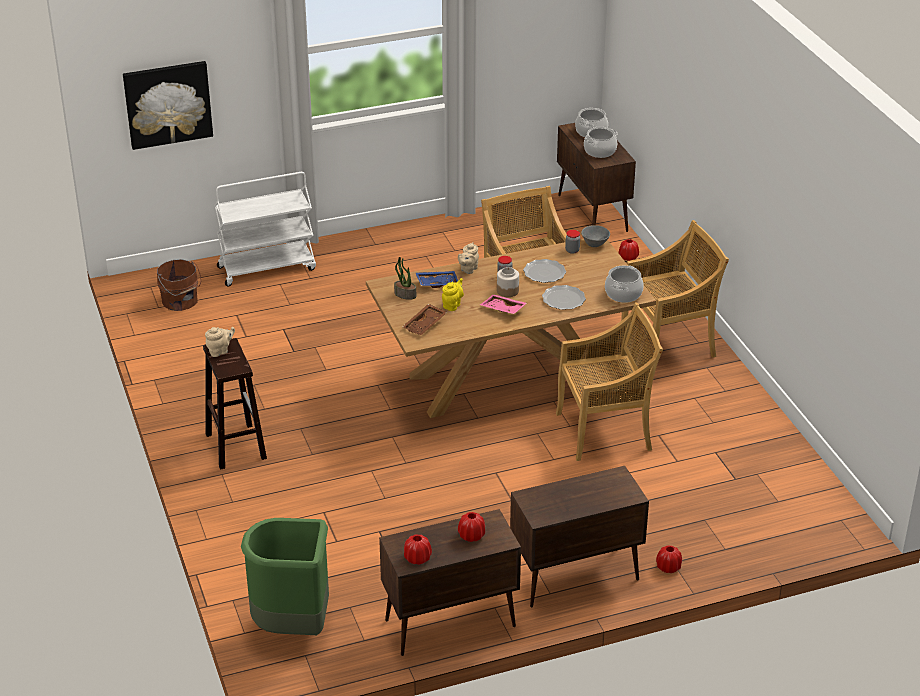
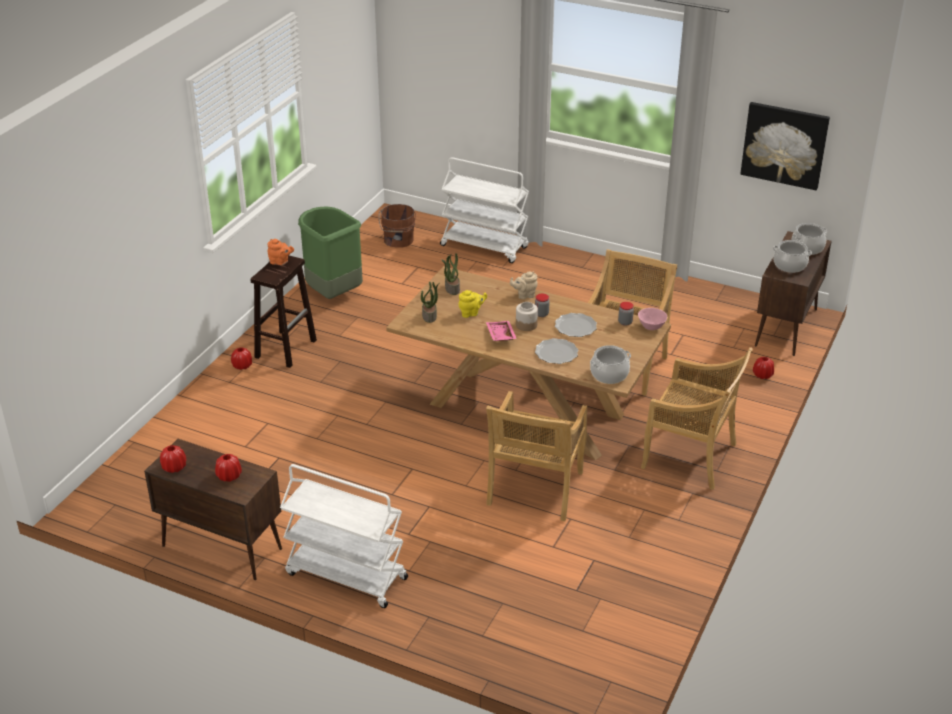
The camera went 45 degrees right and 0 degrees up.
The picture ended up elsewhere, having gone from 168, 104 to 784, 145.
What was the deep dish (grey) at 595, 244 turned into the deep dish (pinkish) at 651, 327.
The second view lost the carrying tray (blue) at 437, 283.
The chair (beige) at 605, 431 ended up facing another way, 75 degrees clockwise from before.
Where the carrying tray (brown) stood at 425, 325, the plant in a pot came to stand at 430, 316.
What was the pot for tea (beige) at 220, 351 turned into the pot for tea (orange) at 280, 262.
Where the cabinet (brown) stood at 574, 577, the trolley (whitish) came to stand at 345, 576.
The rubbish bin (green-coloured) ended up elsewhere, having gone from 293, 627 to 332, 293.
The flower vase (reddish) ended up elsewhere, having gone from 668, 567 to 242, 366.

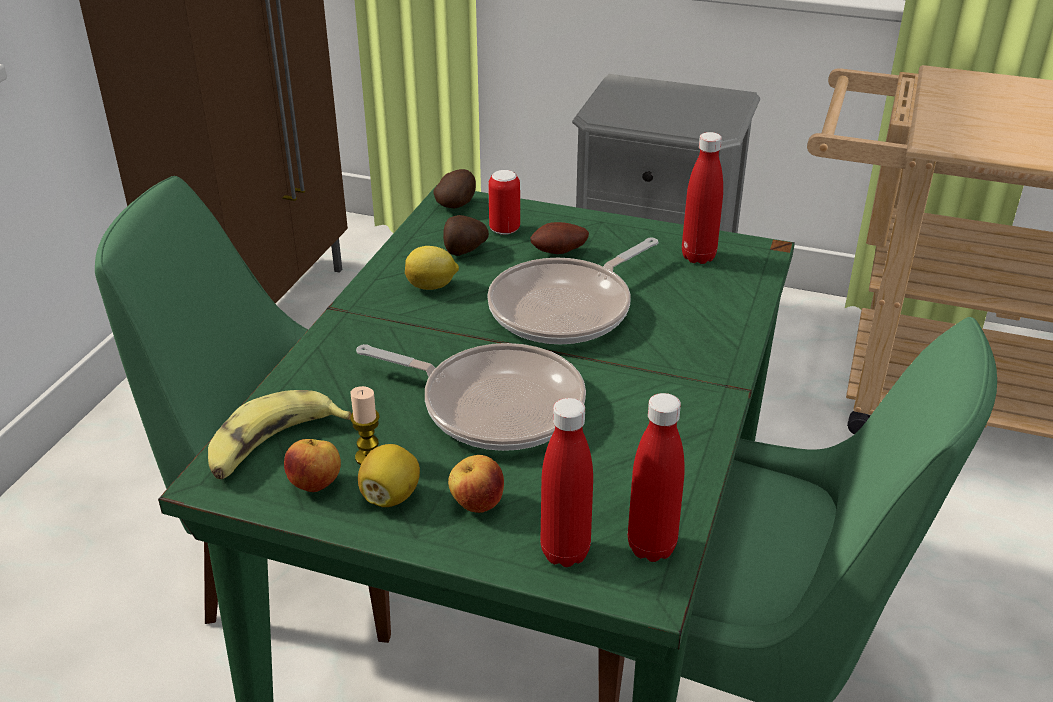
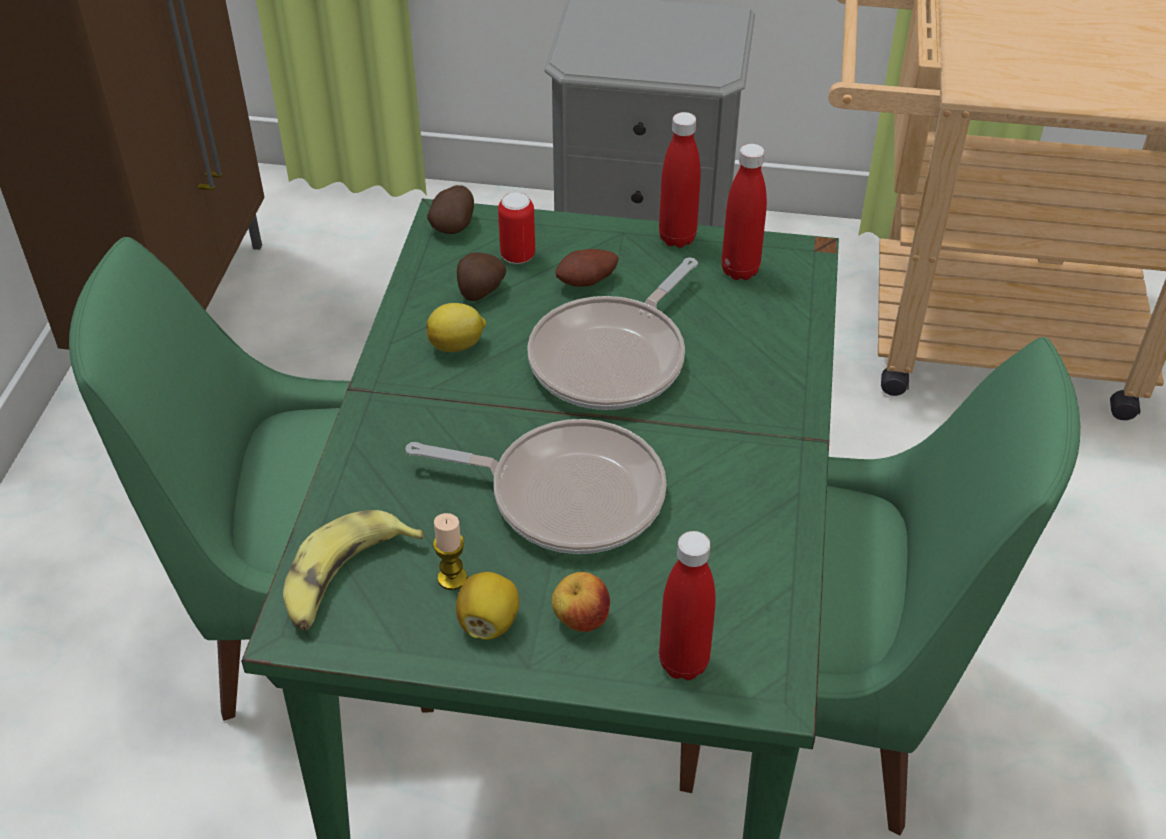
The camera went 10 degrees left and 10 degrees up.
The beverage bottle (reddish) ended up elsewhere, having gone from 651, 547 to 677, 238.
The second view lost the whole apple at 316, 484.

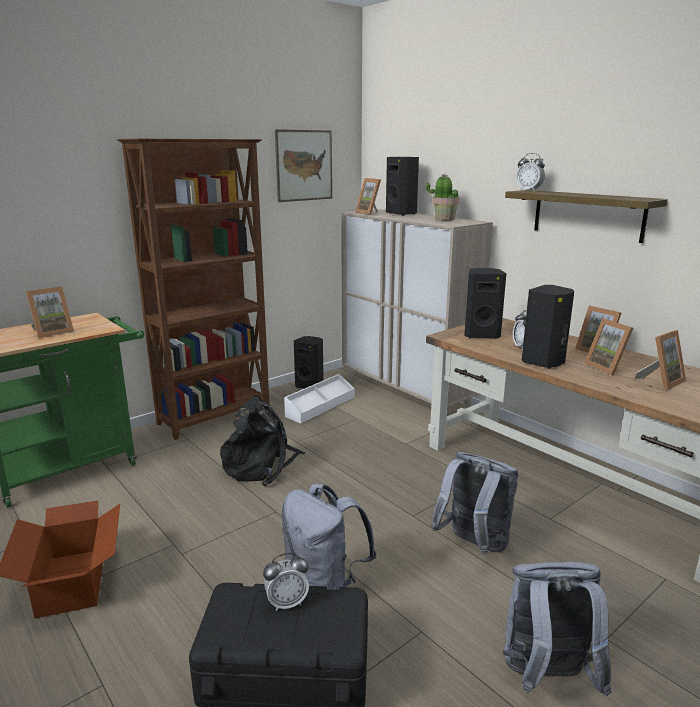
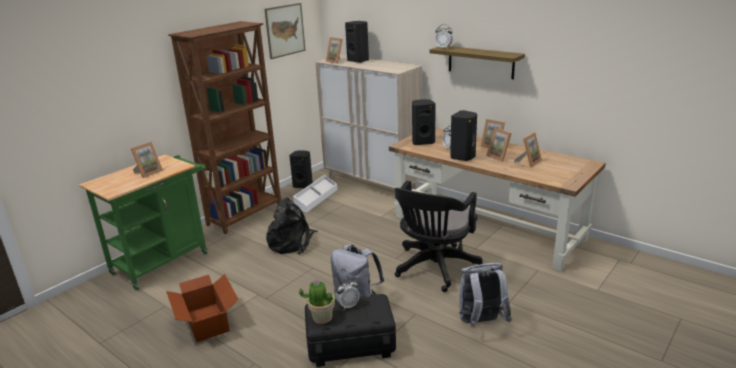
The camera went 10 degrees left and 5 degrees up.
The plant in a pot ended up elsewhere, having gone from 444, 219 to 322, 317.
Where the rucksack (grey) stood at 473, 545, the computer chair (blackish) came to stand at 434, 269.

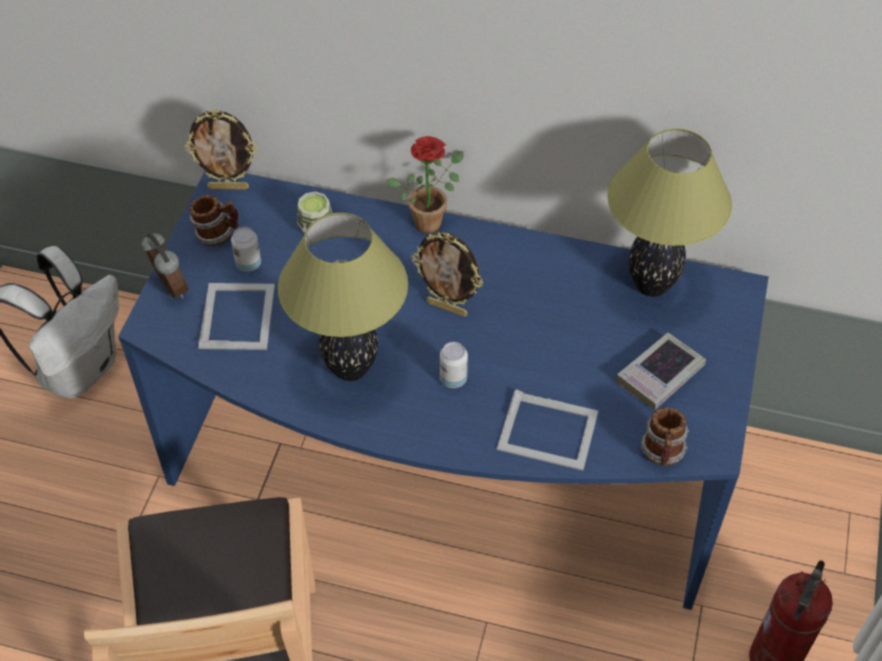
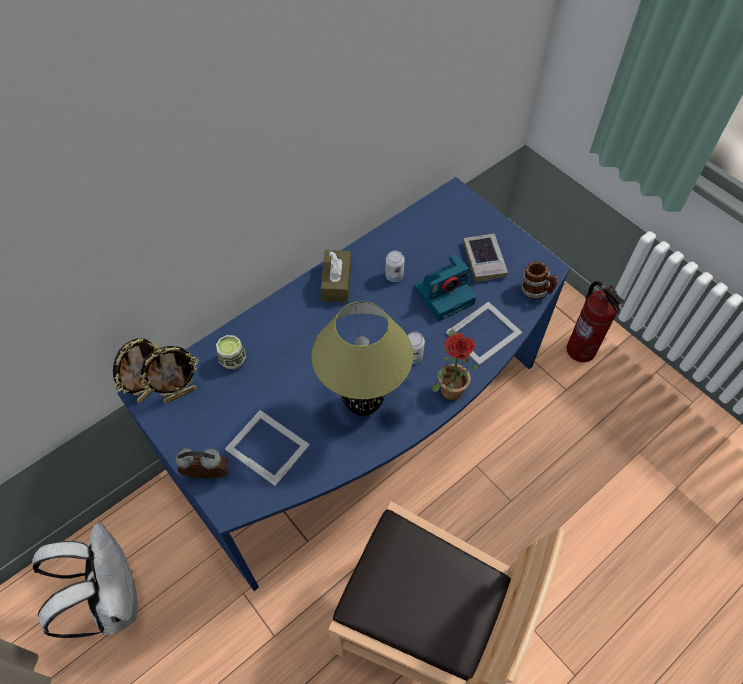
The camera went 55 degrees left and 5 degrees up.
The second view lost the lamp for a table at 652, 285.
The plant in a pot ended up elsewhere, having gone from 431, 219 to 449, 387.
The second view lost the tea mug at 218, 235.
The sealed can ended up elsewhere, having gone from 248, 264 to 394, 276.
The standing frame ended up elsewhere, having gone from 447, 308 to 180, 394.
The second view gained the tissue box (brown) at 336, 282.
The second view gained the photo camera at 445, 294.

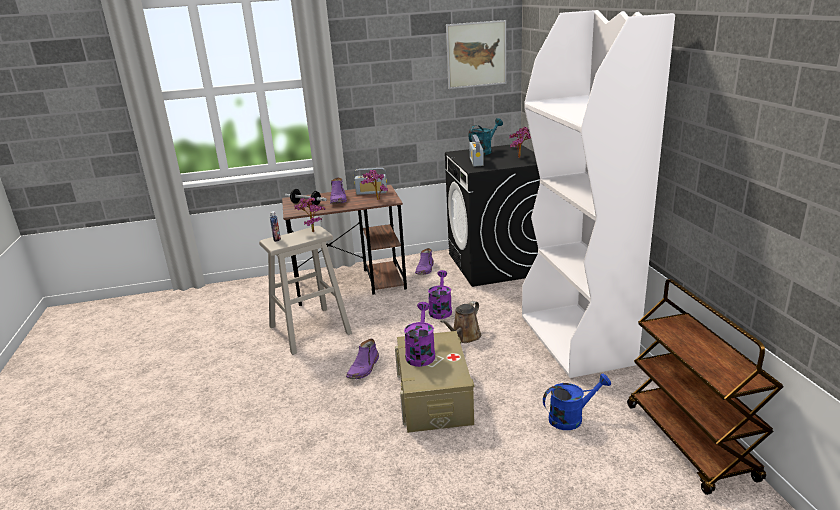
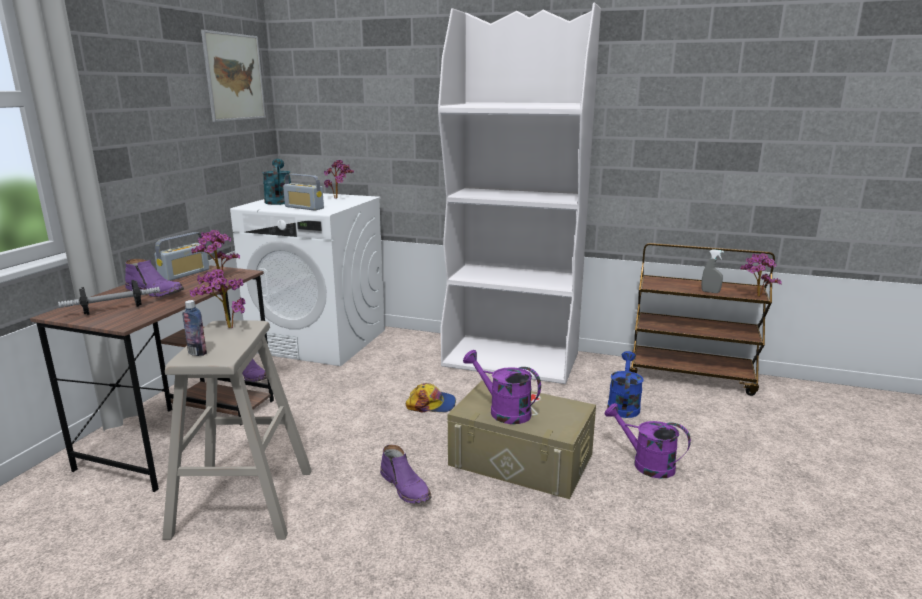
The camera went 60 degrees left and 5 degrees down.
What was the laundry machine (blackish) at 495, 264 turned into the laundry machine (whitish) at 320, 340.
The watering can (purplish) ended up elsewhere, having gone from 440, 310 to 646, 464.
Where the watering can (brown) stood at 464, 337, the peaked cap came to stand at 431, 404.
The second view gained the sprayer (grey) at 710, 292.
The second view gained the plant in a pot at 755, 296.

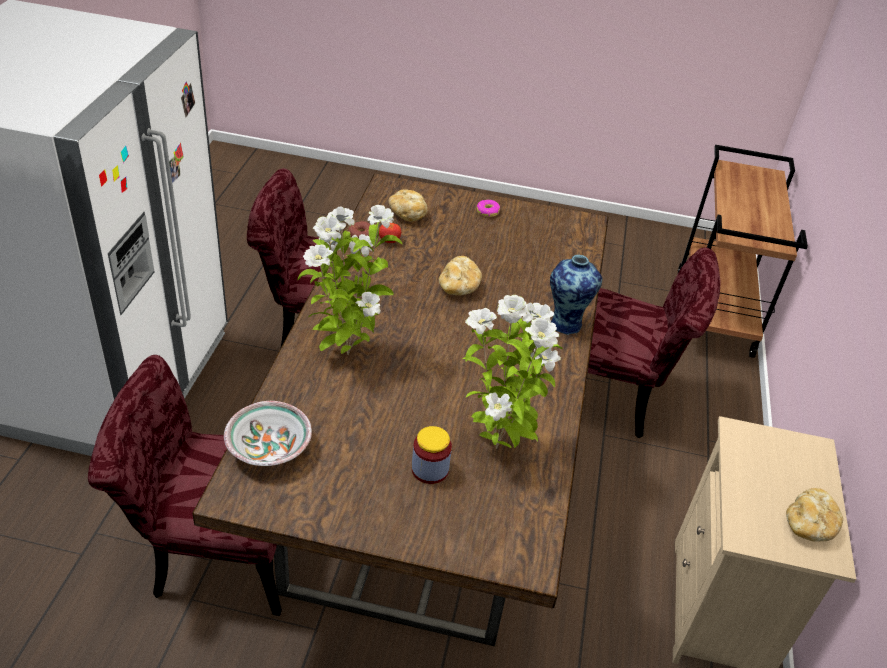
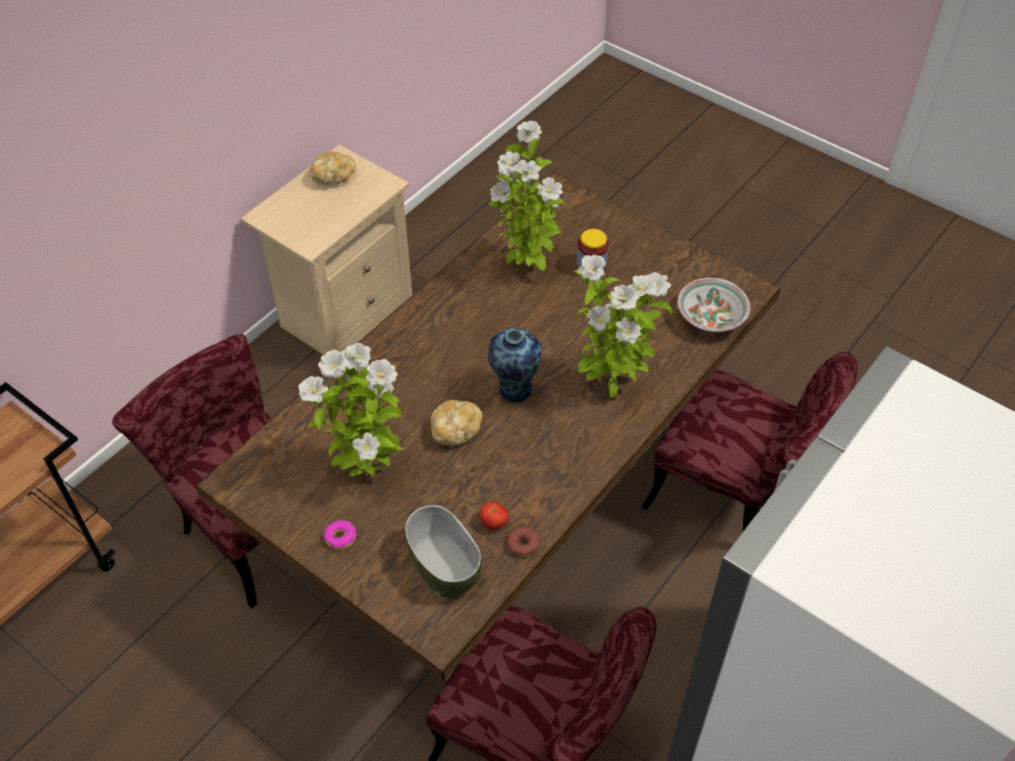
The camera went 150 degrees left and 10 degrees up.
Where the bakery bread stood at 407, 213, the deep dish came to stand at 444, 566.
The flower vase ended up elsewhere, having gone from 566, 323 to 514, 391.
The second view gained the plant in a pot at 367, 473.

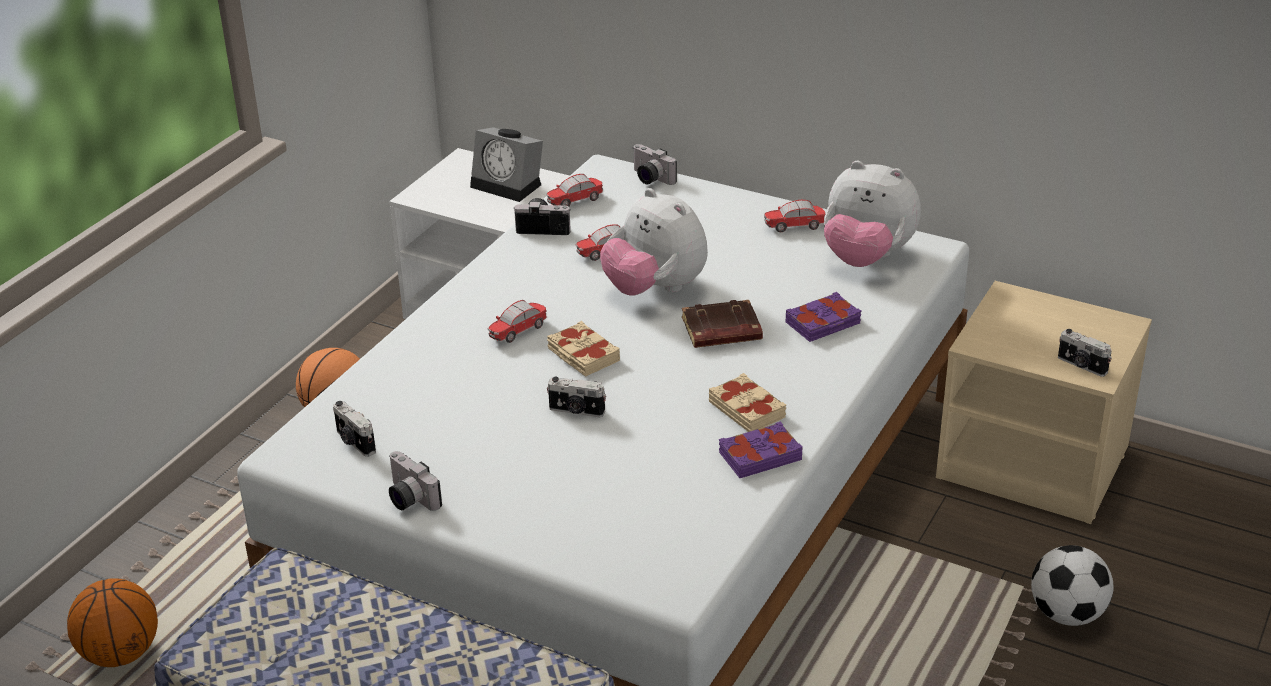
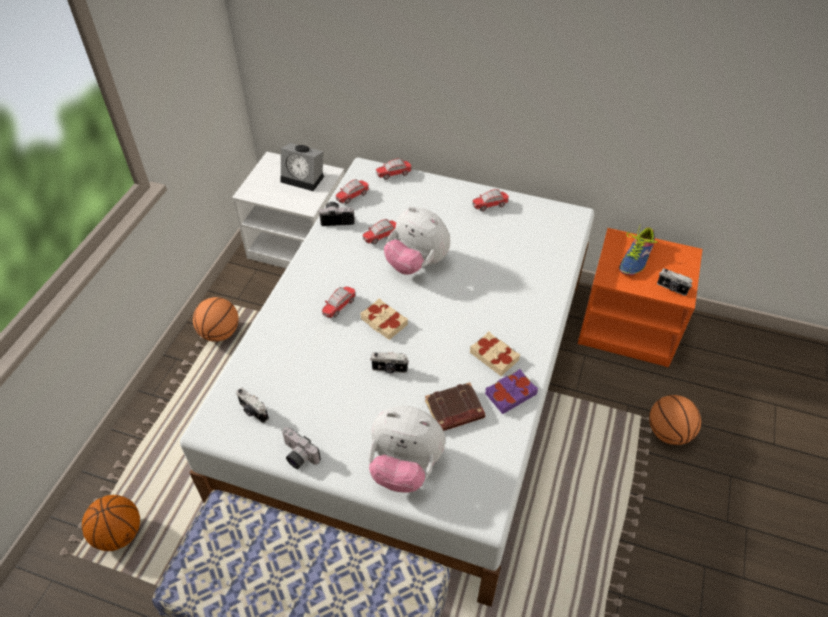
The camera went 10 degrees left and 15 degrees up.
Where the photo camera stood at 649, 178, the model car came to stand at 394, 174.
The soft toy ended up elsewhere, having gone from 866, 258 to 405, 466.
What was the night table (beige) at 1035, 462 turned into the night table (orange) at 629, 326.
The second view lost the volume (purplish) at 823, 323.
The volume (brown) ended up elsewhere, having gone from 721, 331 to 454, 411.
Where the ball for football stood at 1067, 614, the ball for basketball came to stand at 668, 432.
The second view gained the low shoe at 636, 258.

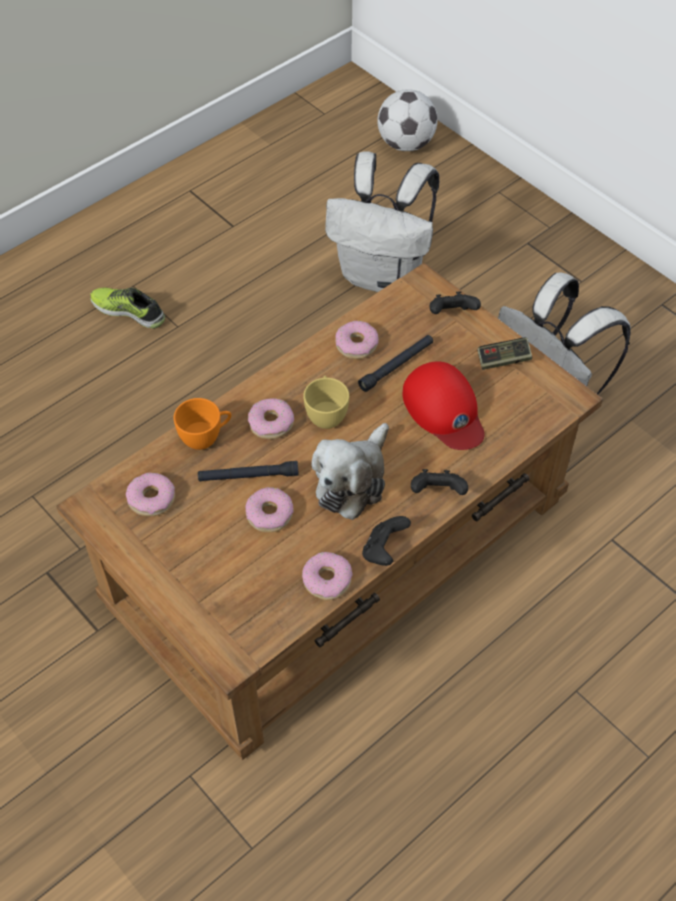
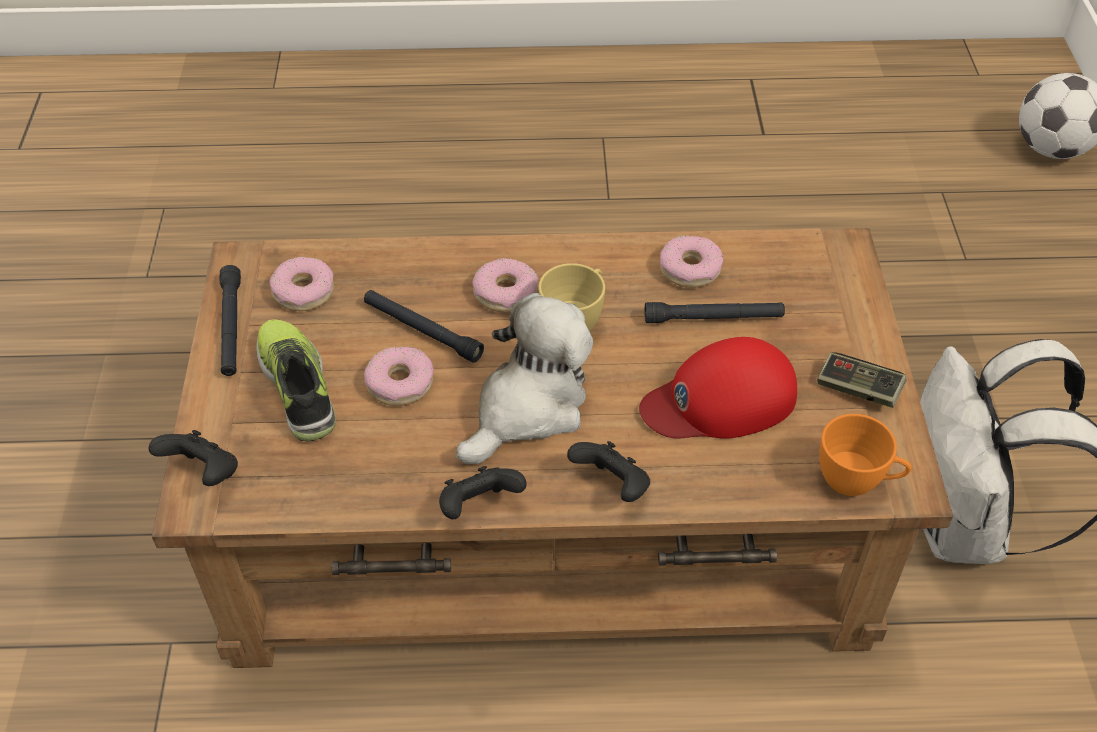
The camera went 40 degrees right and 5 degrees down.
The second view lost the rucksack (whitish) at 383, 275.
The low shoe ended up elsewhere, having gone from 129, 311 to 299, 386.
The game controller (blackish) ended up elsewhere, having gone from 452, 315 to 204, 473.
The peaked cap (reddish) at 444, 410 ended up facing another way, 60 degrees clockwise from before.
The cup (orange) ended up elsewhere, having gone from 206, 437 to 857, 482.
The soft toy at 352, 480 ended up facing another way, 150 degrees clockwise from before.
The second view lost the donut at 327, 580.
The second view gained the hand torch (blackish) at 231, 327.

